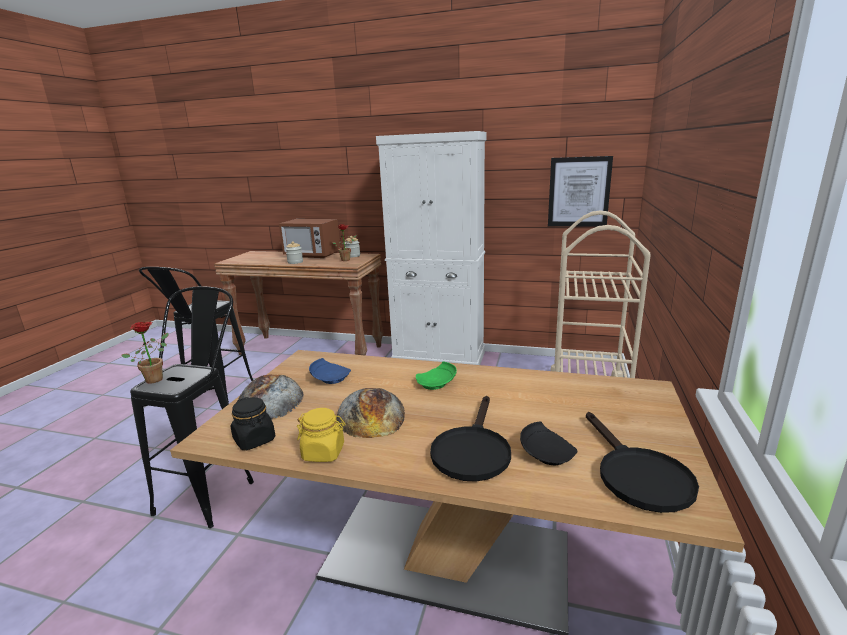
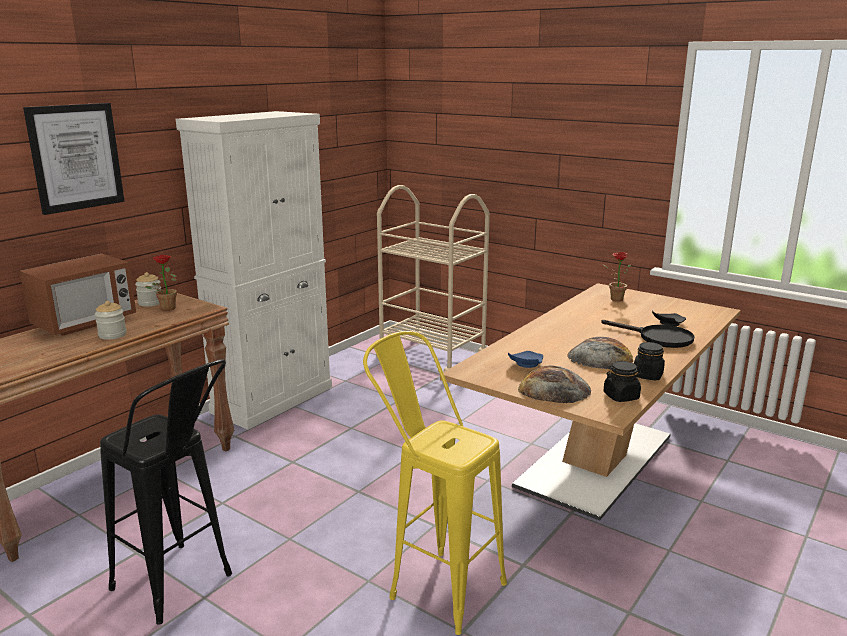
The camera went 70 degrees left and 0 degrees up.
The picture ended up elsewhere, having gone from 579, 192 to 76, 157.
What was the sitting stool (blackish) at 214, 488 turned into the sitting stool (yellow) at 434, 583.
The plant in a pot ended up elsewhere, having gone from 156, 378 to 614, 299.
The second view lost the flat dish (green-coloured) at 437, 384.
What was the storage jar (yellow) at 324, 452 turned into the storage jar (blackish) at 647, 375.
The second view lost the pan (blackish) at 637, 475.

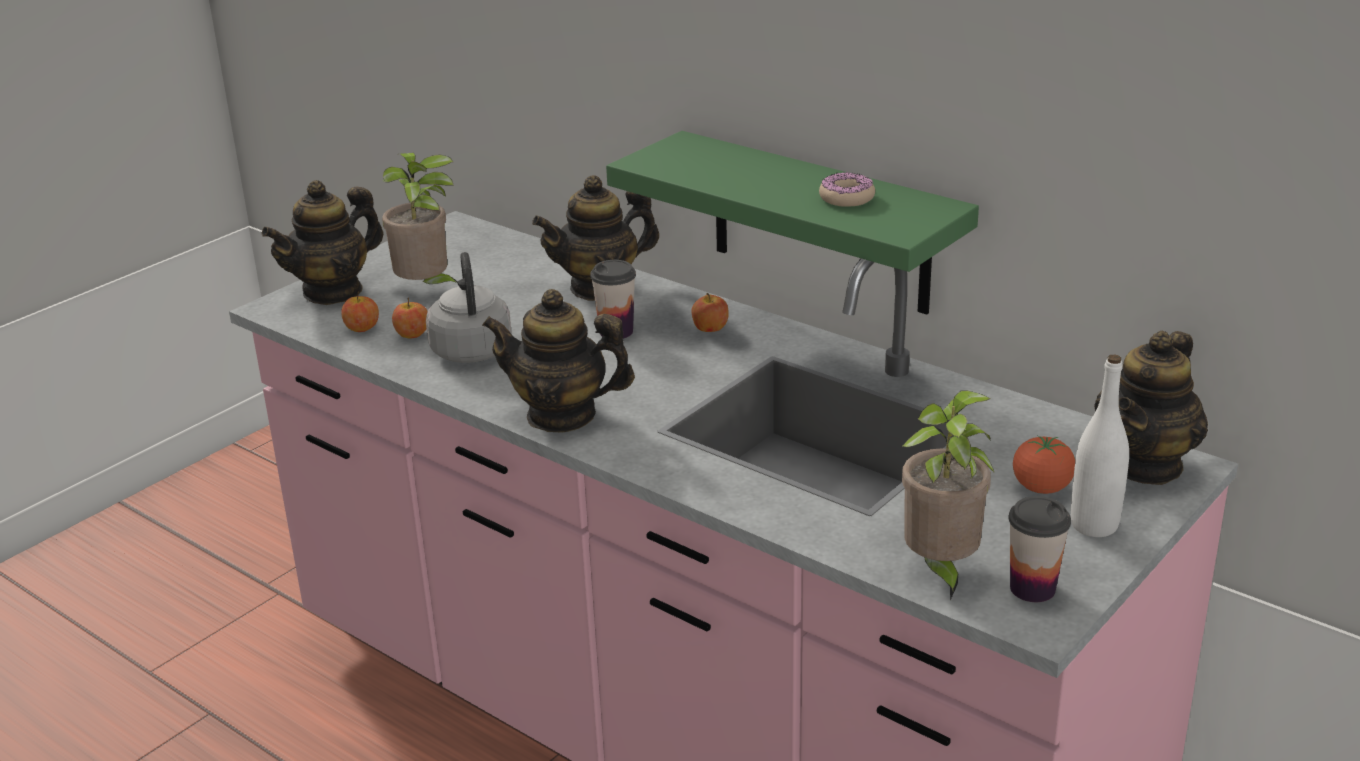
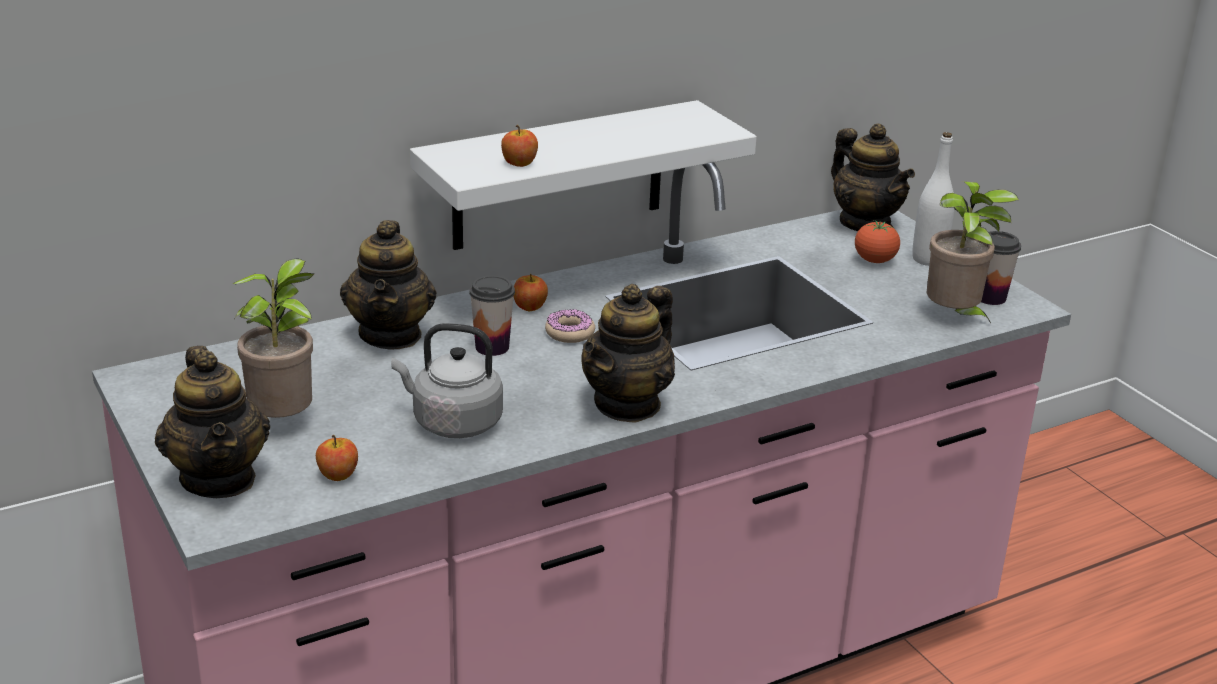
The camera went 70 degrees left and 0 degrees up.
What was the shelf (green-coloured) at 820, 223 turned into the shelf (whitish) at 559, 176.
The donut ended up elsewhere, having gone from 846, 198 to 569, 333.
The whole apple ended up elsewhere, having gone from 412, 334 to 519, 163.

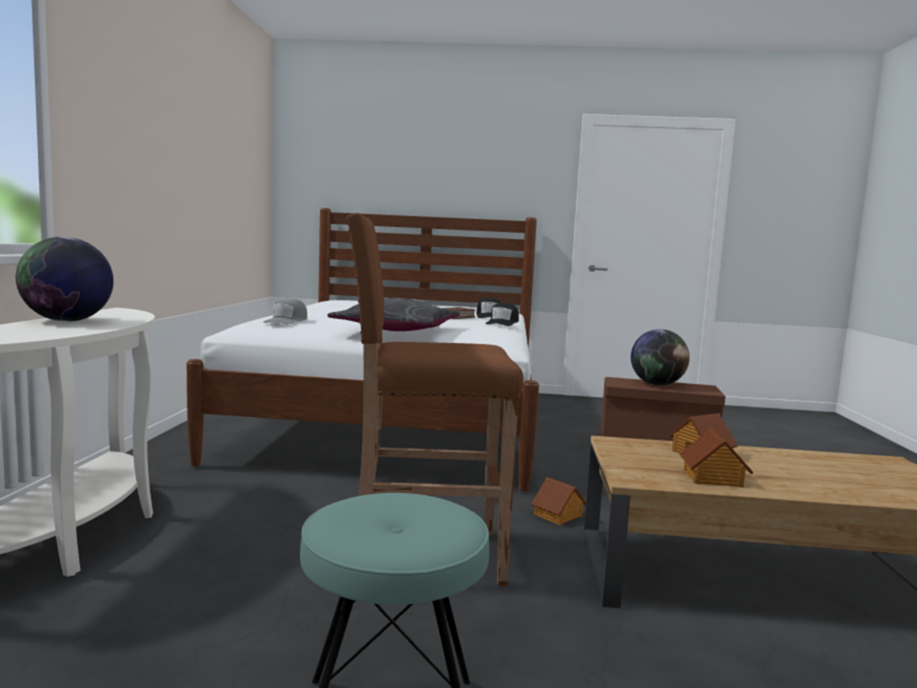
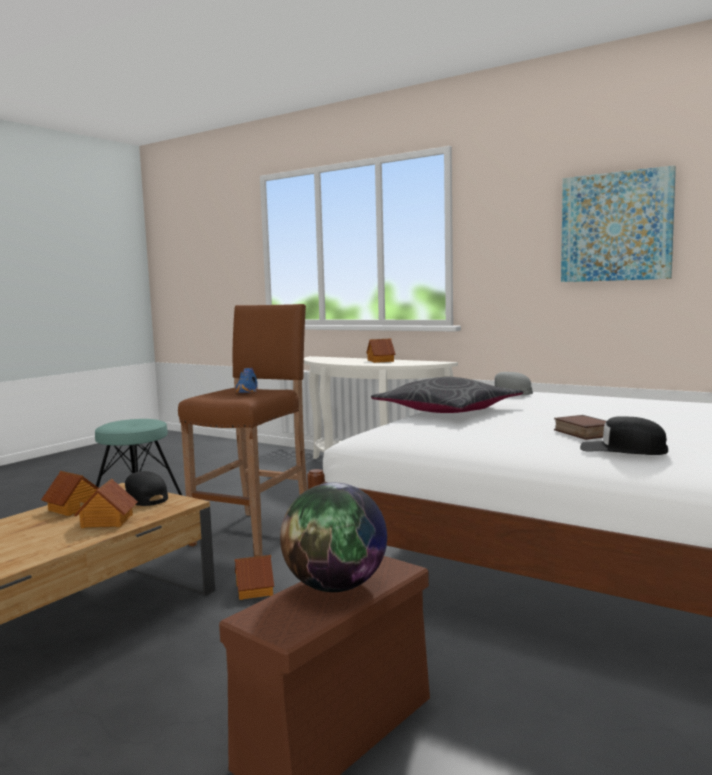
The camera went 120 degrees right and 0 degrees up.
Where the world globe stood at 67, 321, the model house came to stand at 380, 361.
The peaked cap (blackish) ended up elsewhere, having gone from 502, 323 to 142, 498.
The second view gained the picture at 616, 227.
The second view gained the low shoe (blue) at 248, 391.

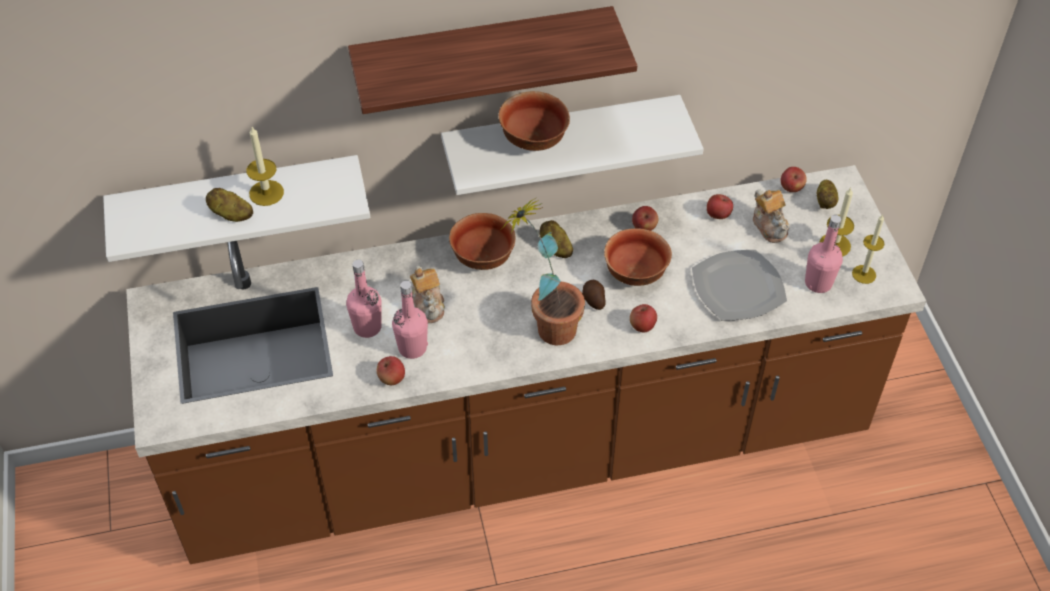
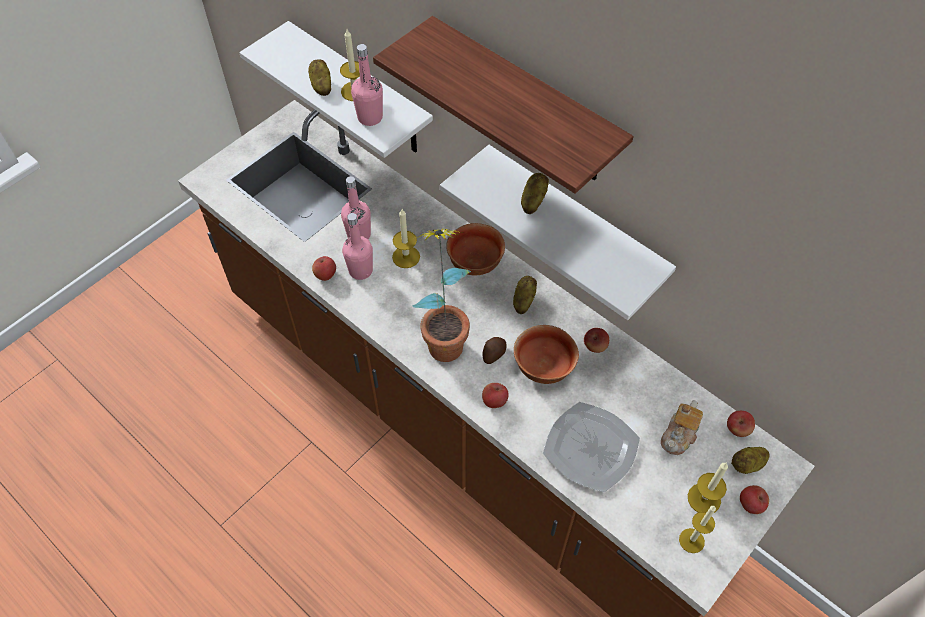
The camera went 55 degrees right and 5 degrees up.
Where the deep dish stood at 534, 139, the whole potato came to stand at 533, 201.
The whole apple ended up elsewhere, having gone from 718, 215 to 750, 504.
The beverage bottle (pinkish) ended up elsewhere, having gone from 818, 283 to 370, 117.
Where the pot for tea stood at 428, 304, the wax candle came to stand at 406, 257.

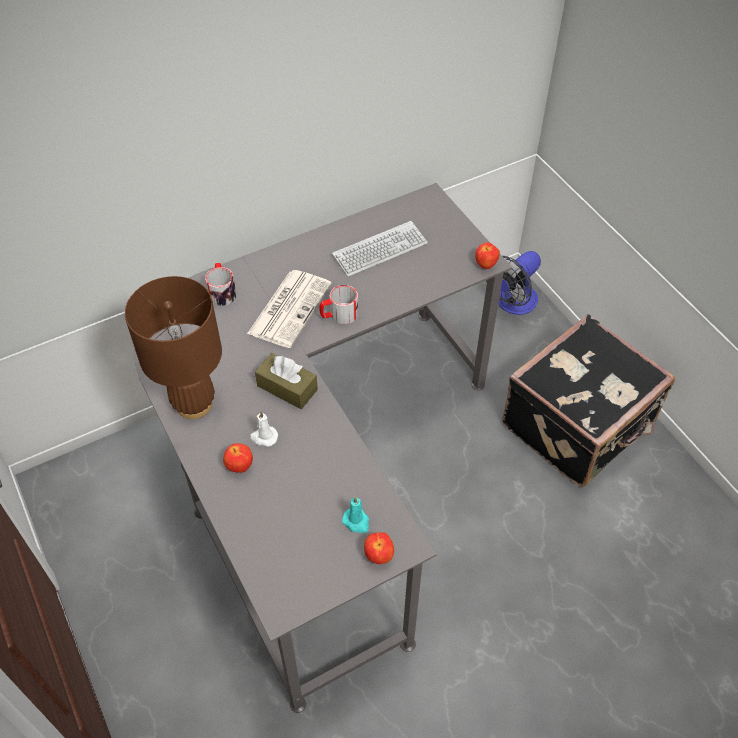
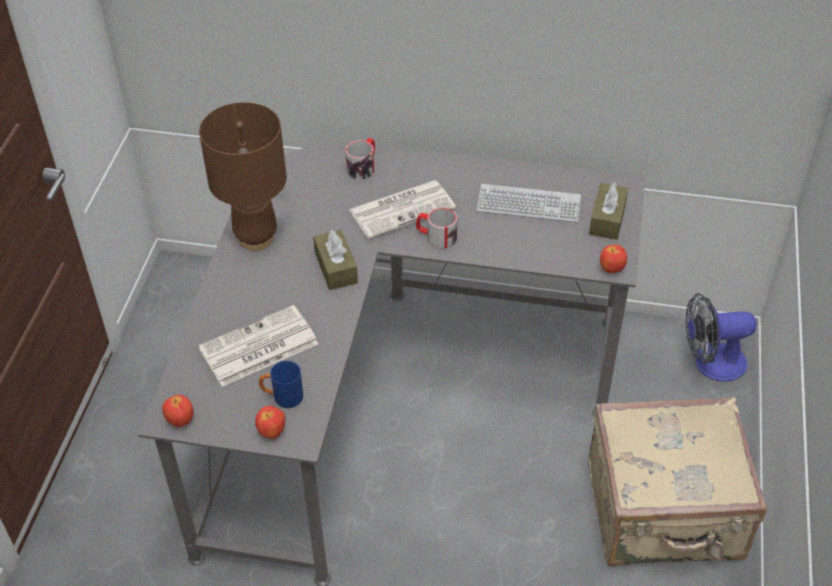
The camera went 40 degrees right and 5 degrees down.
What was the piece of luggage (blackish) at 579, 426 turned into the piece of luggage (beige) at 665, 513.
The second view lost the wax candle (whitish) at 263, 437.
The whole apple ended up elsewhere, having gone from 239, 467 to 180, 421.
Where the wax candle (blue-green) stood at 357, 522, the tea mug (blue) came to stand at 282, 397.
The second view gained the tissue box (brown) at 607, 219.
The second view gained the daily paper at 257, 347.

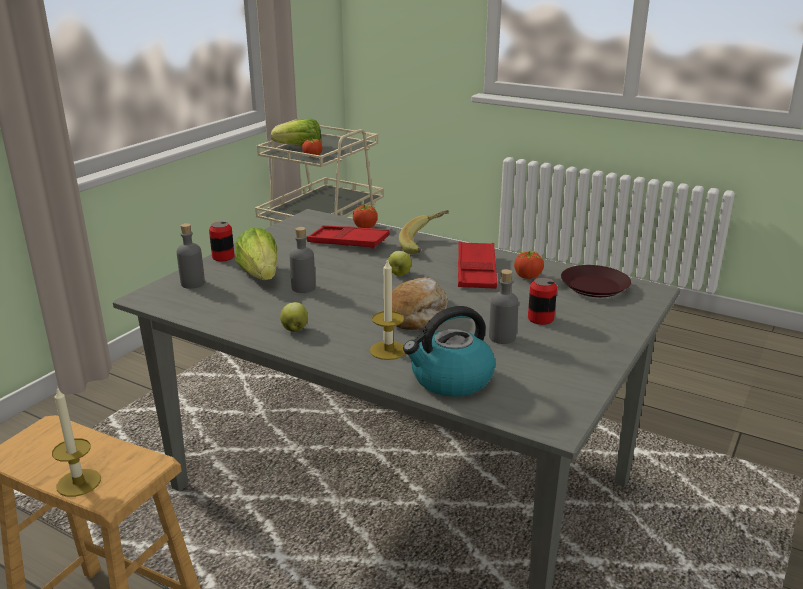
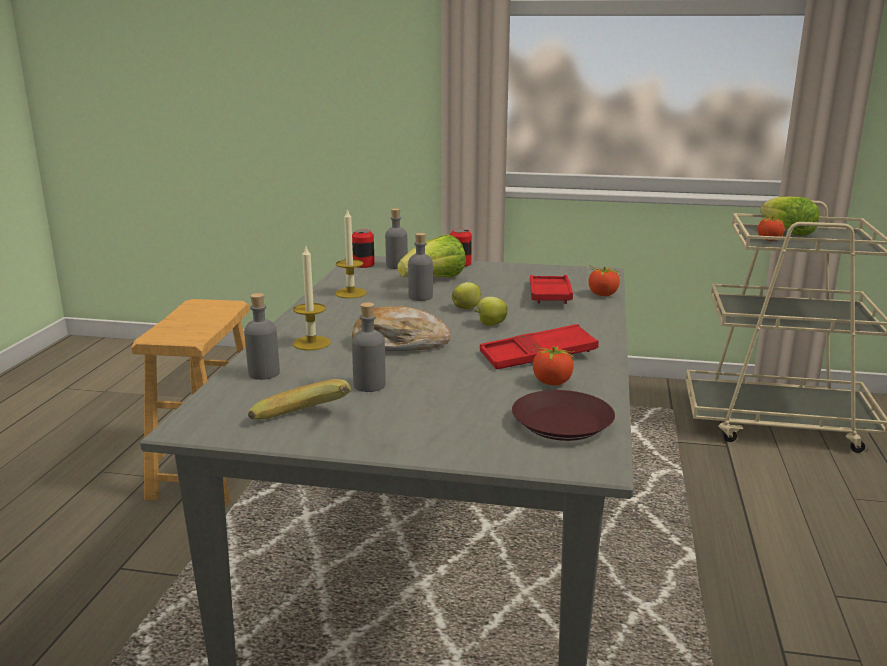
The camera went 70 degrees right and 5 degrees down.
The banana ended up elsewhere, having gone from 425, 245 to 306, 423.
The sealed can ended up elsewhere, having gone from 540, 319 to 363, 265.
The whole apple ended up elsewhere, having gone from 295, 329 to 467, 308.
Where the water kettle stood at 450, 380, the beverage bottle (grey) came to stand at 264, 373.
The wax candle ended up elsewhere, having gone from 78, 482 to 350, 293.

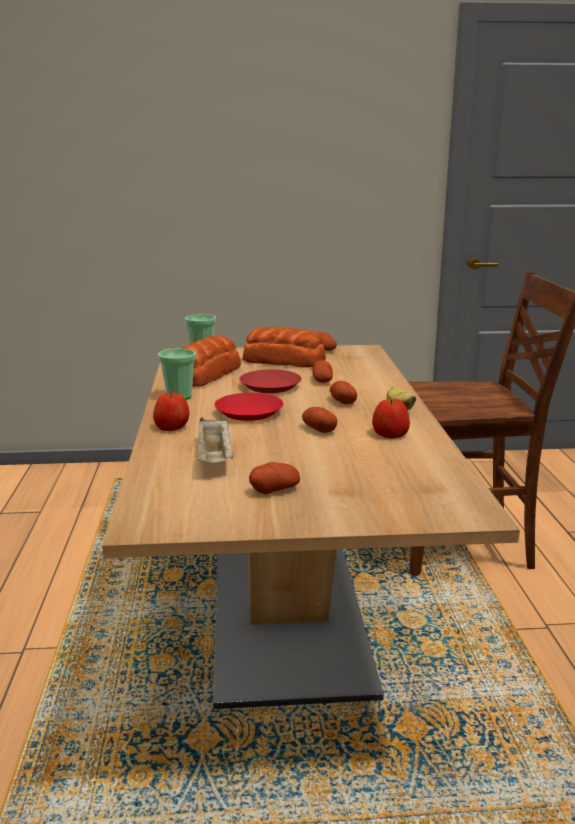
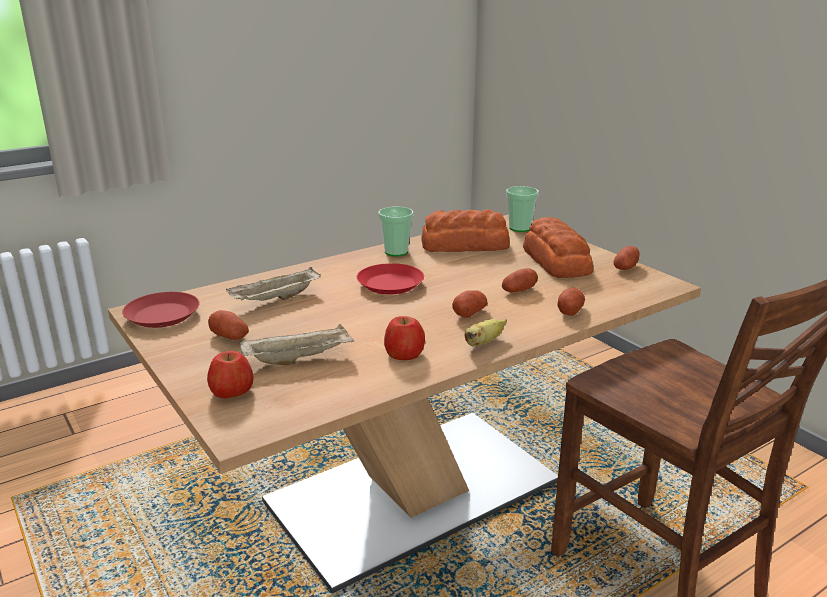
The camera went 60 degrees right and 5 degrees up.
The flat dish (reddish) ended up elsewhere, having gone from 269, 386 to 162, 315.
The whole apple ended up elsewhere, having gone from 172, 427 to 231, 391.
The whole potato ended up elsewhere, having gone from 319, 429 to 570, 311.
The second view gained the carrying tray (beige) at 299, 359.

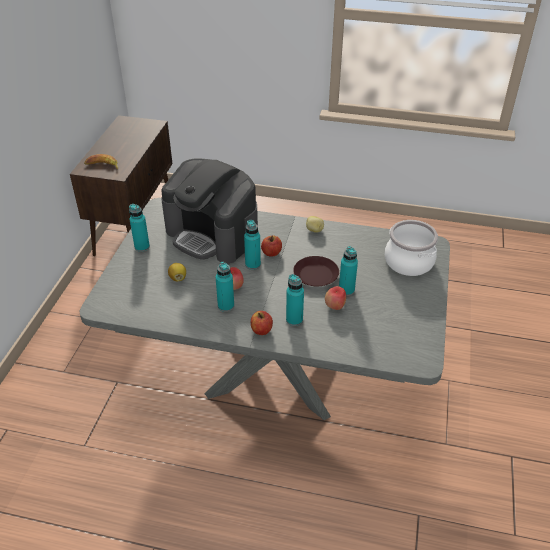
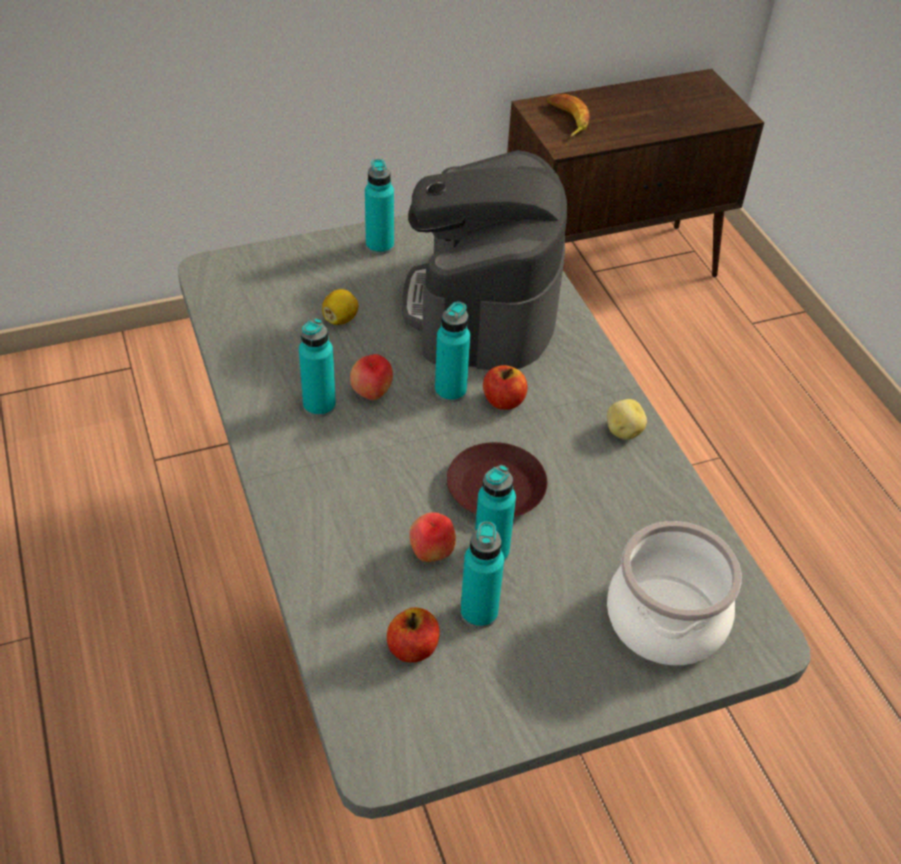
The camera went 55 degrees right and 5 degrees up.
The beverage bottle (blue-green) ended up elsewhere, having gone from 294, 320 to 479, 612.
The whole apple ended up elsewhere, having gone from 261, 330 to 413, 648.

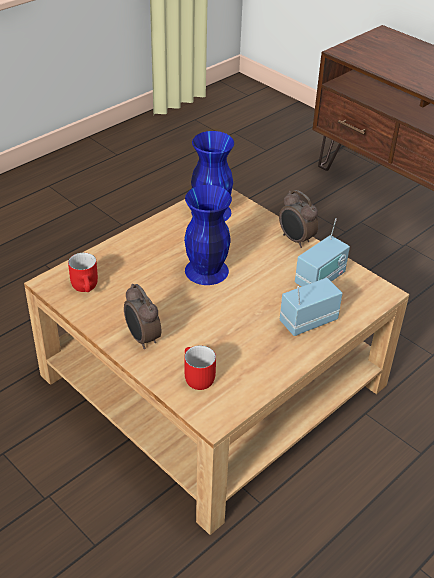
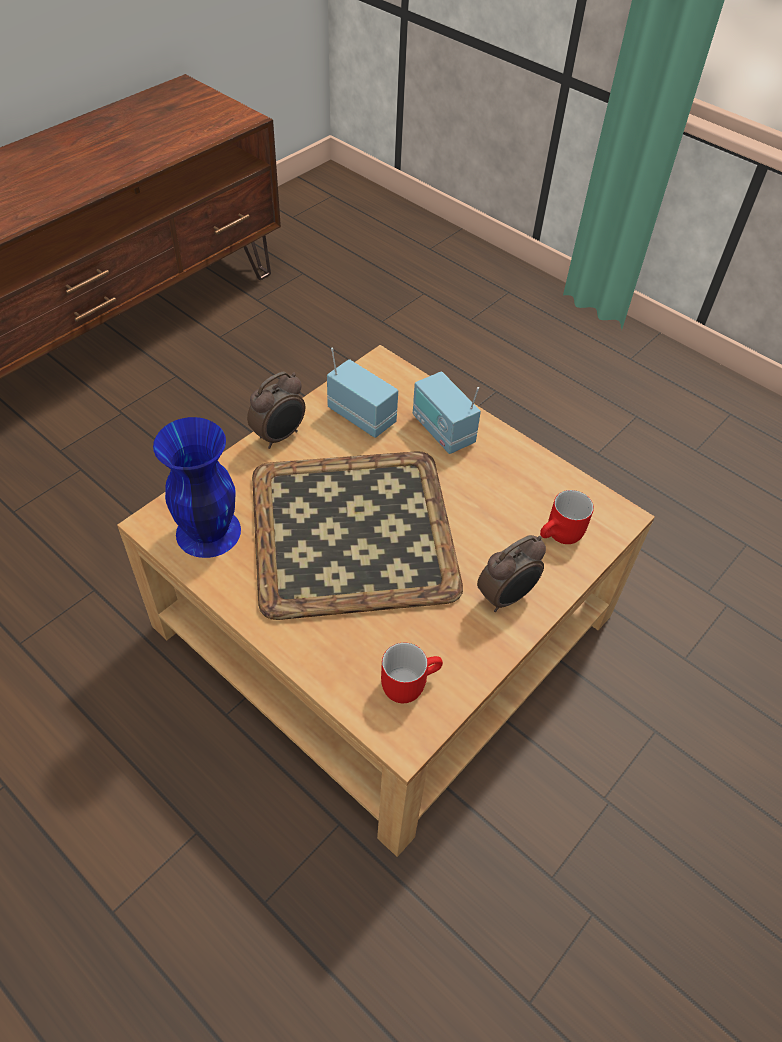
The camera went 95 degrees left and 10 degrees up.
Where the flower vase (blue) stood at 205, 271, the carrying tray came to stand at 355, 533.

